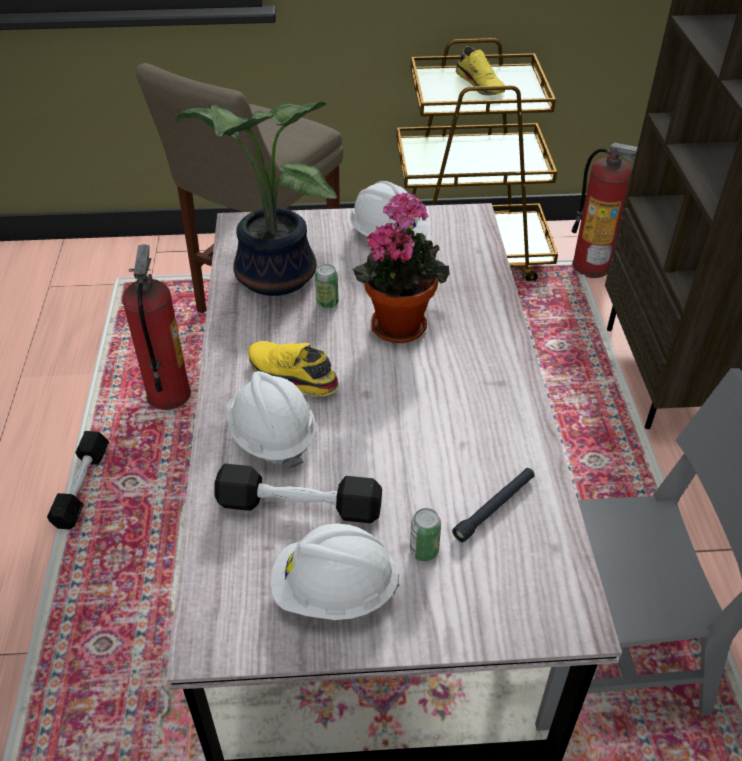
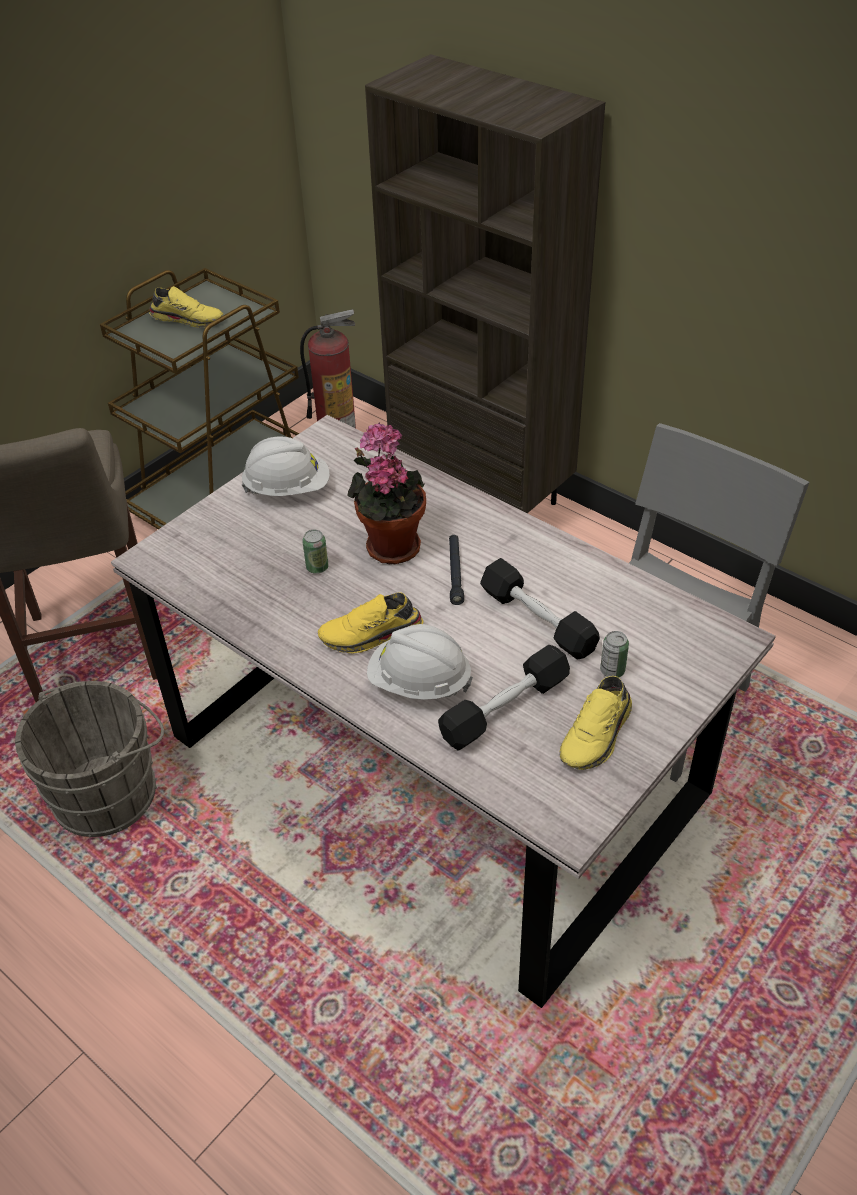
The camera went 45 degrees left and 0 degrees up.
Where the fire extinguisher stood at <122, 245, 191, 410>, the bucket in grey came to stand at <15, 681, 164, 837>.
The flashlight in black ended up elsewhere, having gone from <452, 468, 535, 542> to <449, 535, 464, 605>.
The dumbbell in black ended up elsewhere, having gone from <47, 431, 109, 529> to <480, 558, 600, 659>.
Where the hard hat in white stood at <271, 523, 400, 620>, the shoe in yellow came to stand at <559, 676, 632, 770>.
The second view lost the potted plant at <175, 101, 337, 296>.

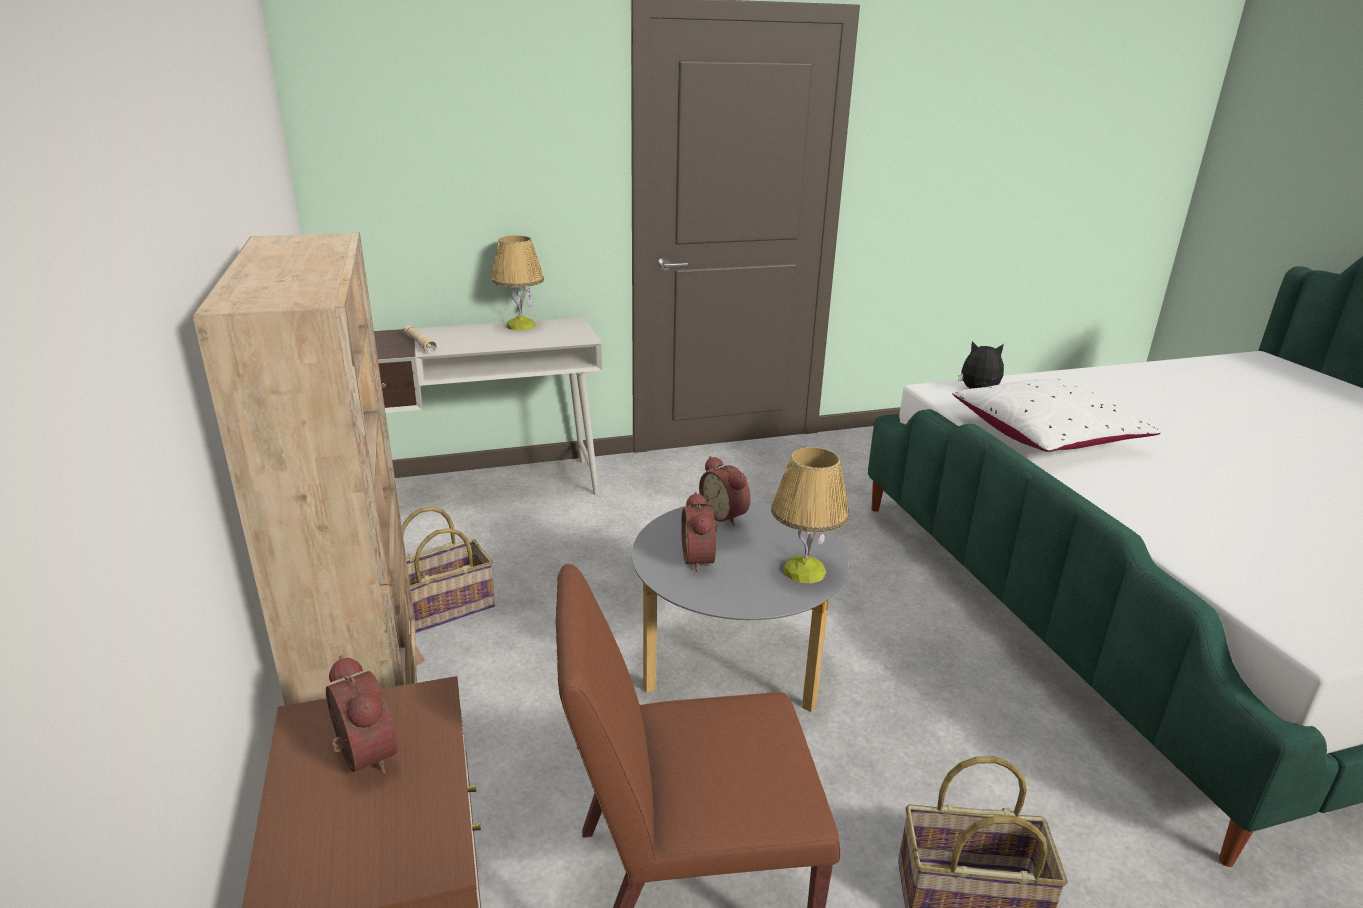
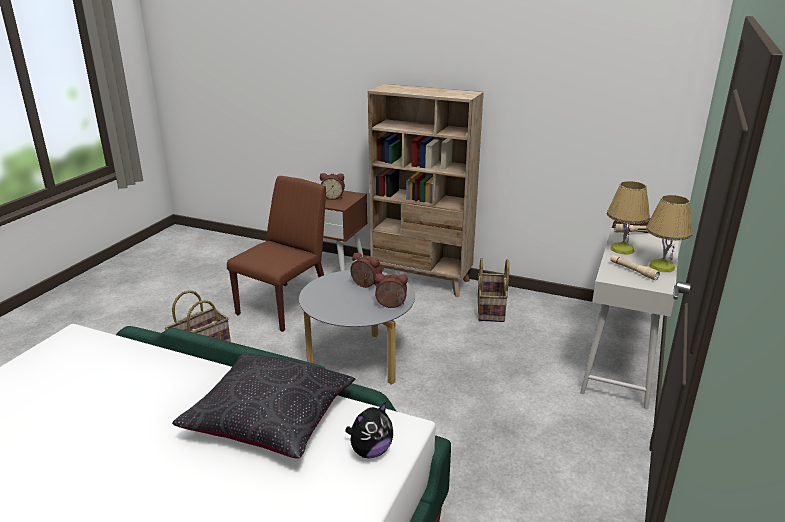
The camera went 130 degrees right and 0 degrees up.
What was the pillow in white at <952, 378, 1161, 452> turned into the pillow in black at <172, 353, 355, 459>.
The table lamp ended up elsewhere, having gone from <771, 447, 849, 583> to <607, 181, 650, 255>.
The second view gained the flashlight in beige at <610, 255, 660, 280>.

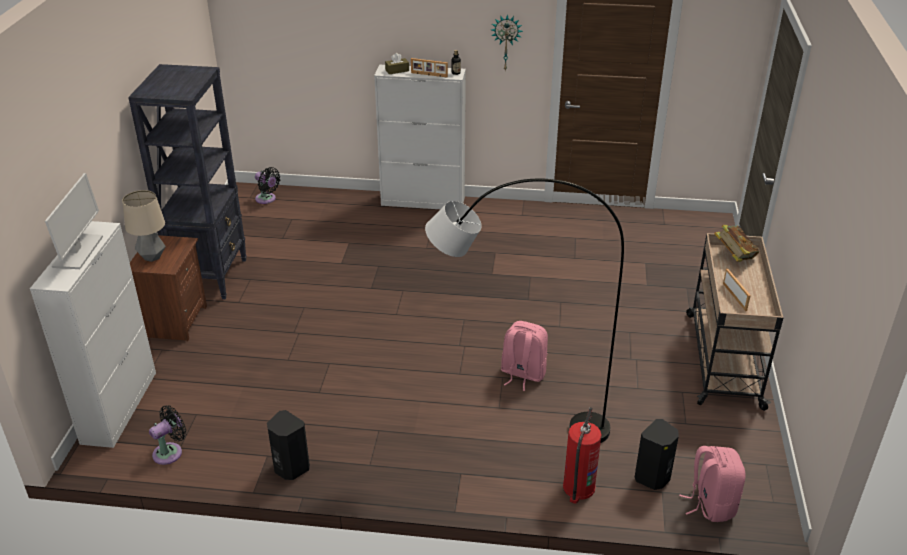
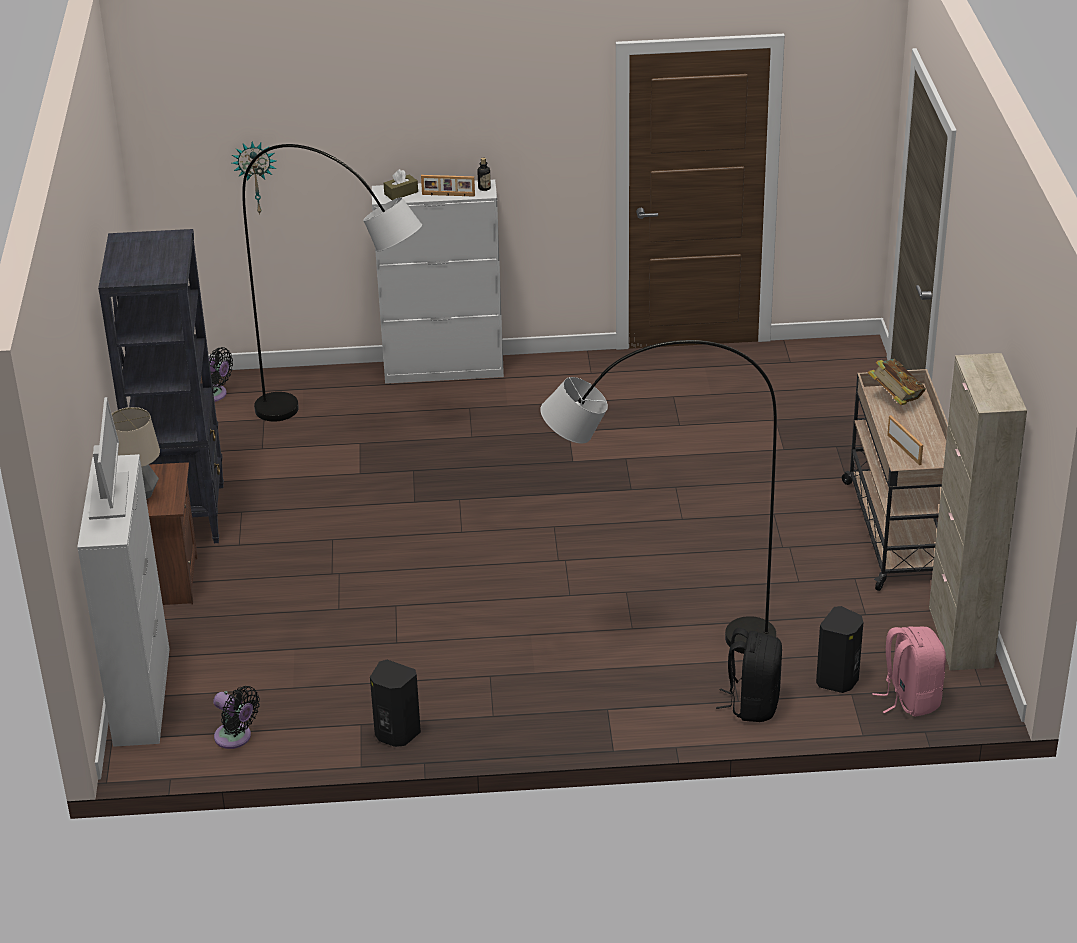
The camera went 10 degrees left and 0 degrees up.
The fan in black at <149, 405, 187, 465> ended up facing another way, 90 degrees clockwise from before.
The wall clock ended up elsewhere, having gone from <491, 14, 523, 70> to <232, 142, 276, 215>.
The second view gained the floor lamp in grey at <242, 144, 422, 422>.
Where the fire extinguisher stood at <563, 407, 602, 503>, the backpack in black came to stand at <716, 628, 782, 722>.
The second view gained the cabinet in beige at <929, 353, 1027, 670>.
The second view lost the backpack in pink at <501, 321, 548, 391>.

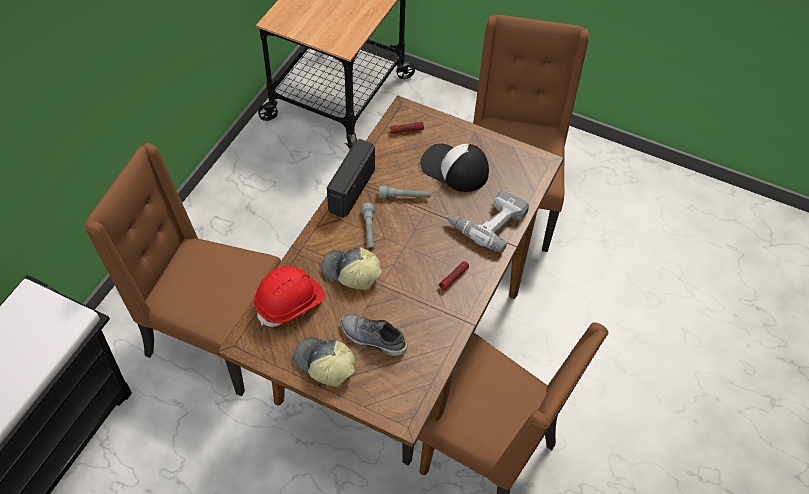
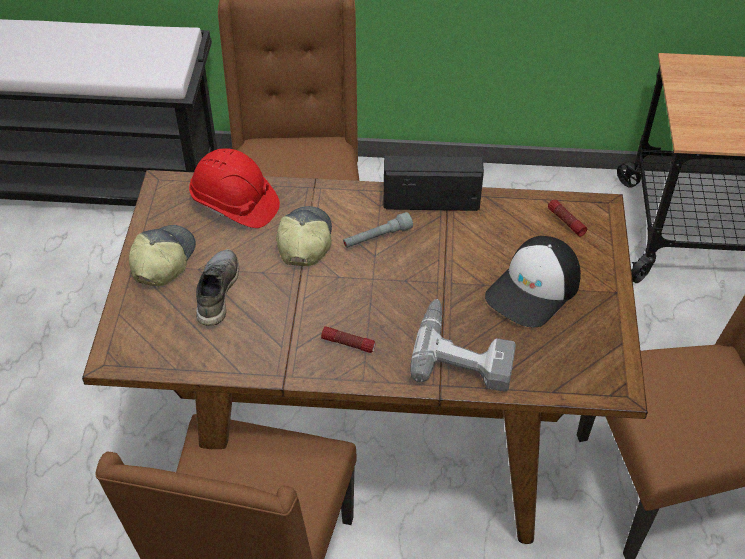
The camera went 70 degrees right and 5 degrees down.
The cap at <420, 143, 489, 192> ended up facing another way, 150 degrees counterclockwise from before.
The second view lost the flashlight in grey at <379, 185, 431, 198>.

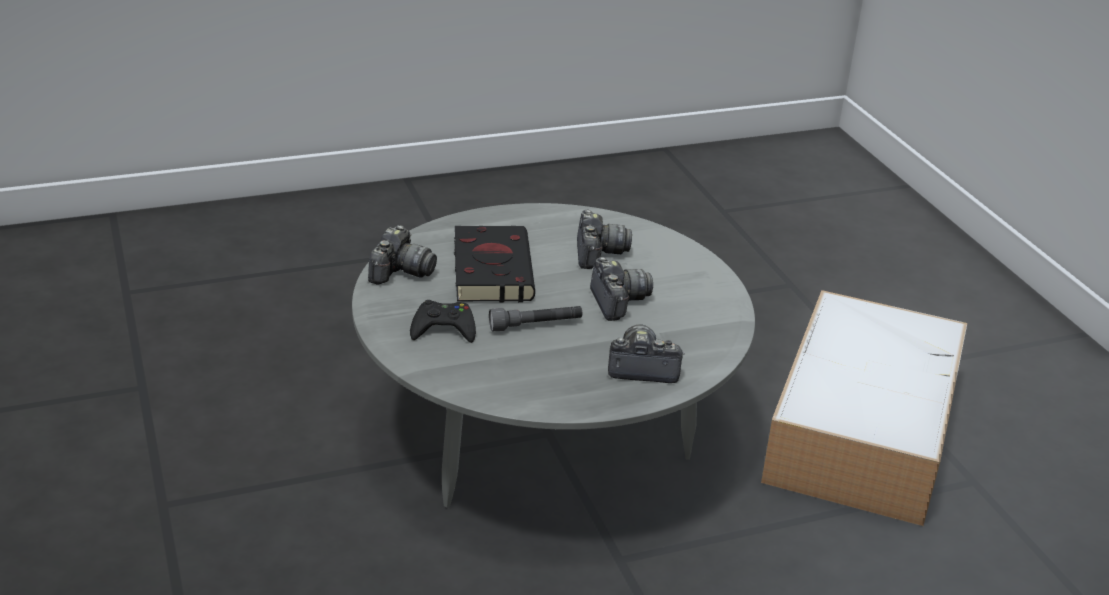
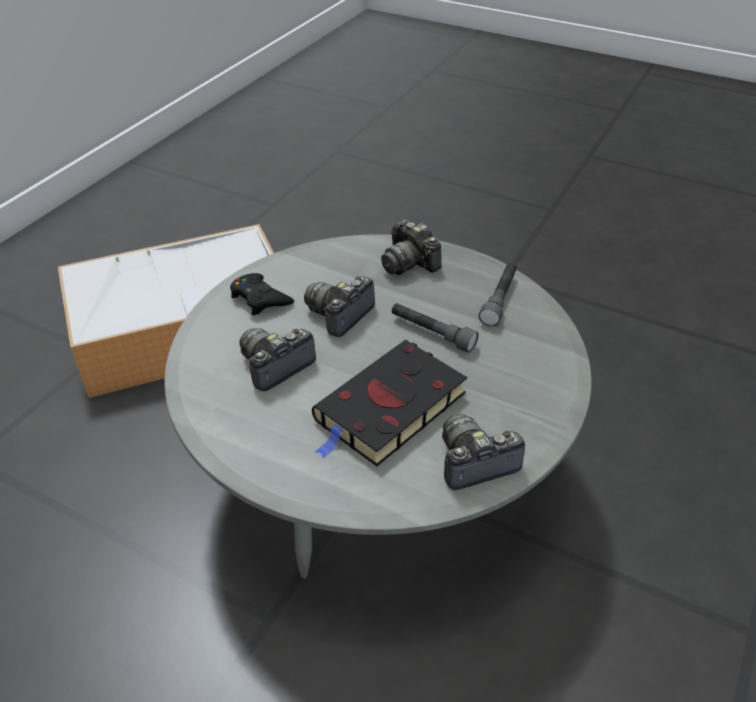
The camera went 130 degrees left and 10 degrees up.
The game controller in black ended up elsewhere, having gone from <410, 300, 476, 343> to <230, 273, 294, 316>.
The second view gained the flashlight in grey at <479, 263, 517, 326>.

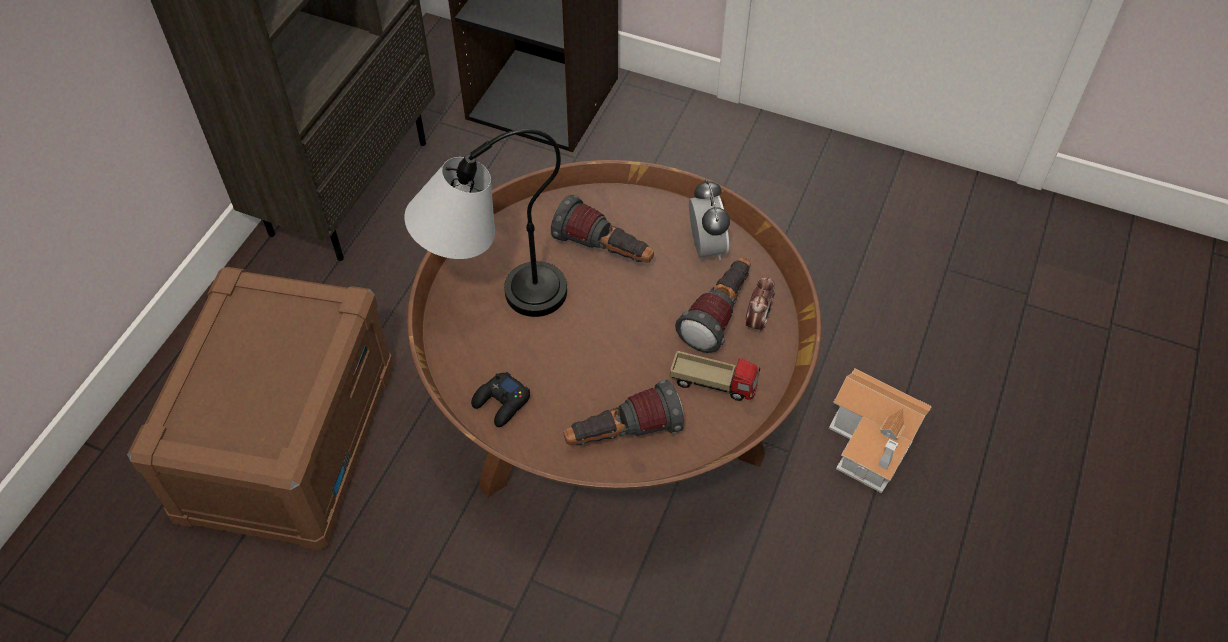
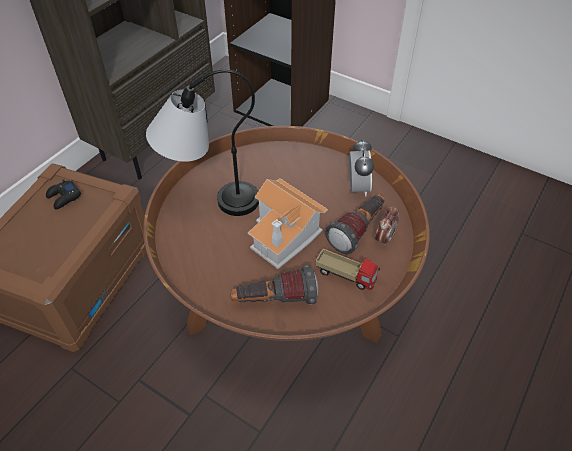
The camera went 10 degrees right and 5 degrees down.
The game controller in black ended up elsewhere, having gone from <471, 372, 530, 427> to <46, 179, 81, 210>.
The toy house ended up elsewhere, having gone from <829, 368, 932, 493> to <248, 178, 328, 269>.
The second view lost the flashlight at <551, 195, 654, 263>.

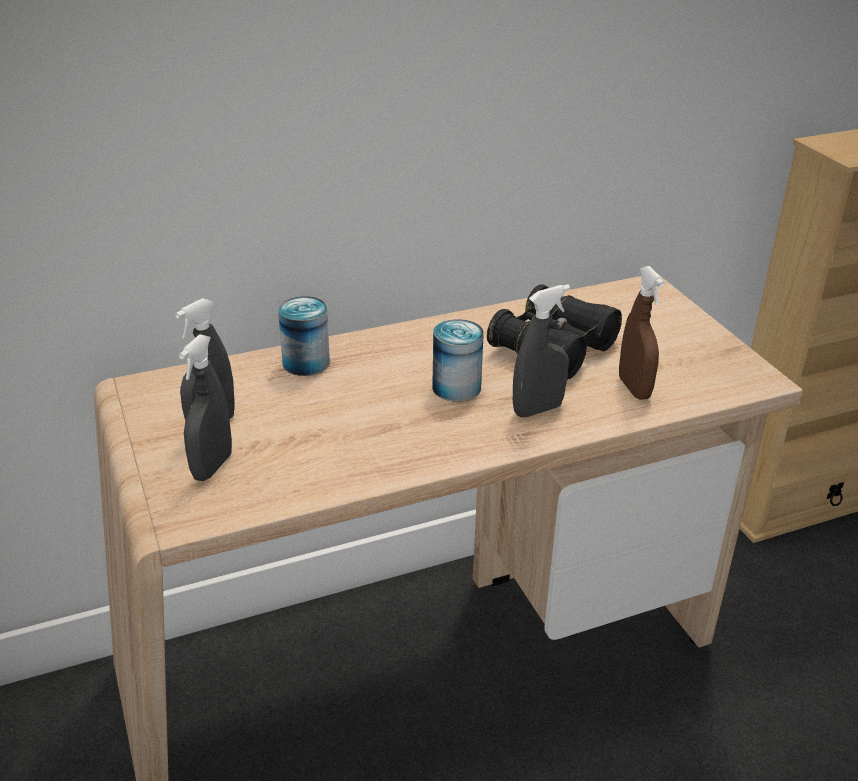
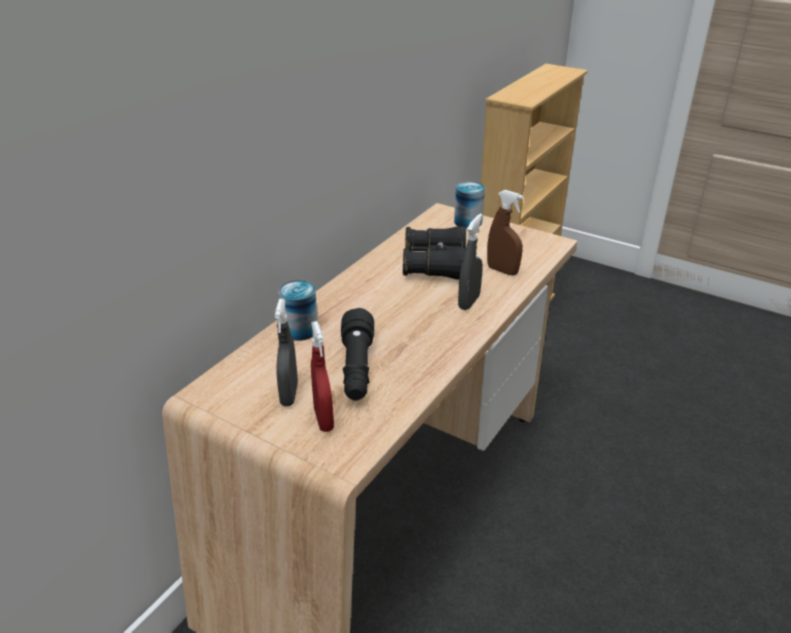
The camera went 35 degrees left and 0 degrees up.
What was the spray bottle in grey at <179, 334, 232, 481> turned into the spray bottle in red at <311, 321, 334, 432>.
The second view gained the flashlight in black at <341, 308, 374, 401>.
The can ended up elsewhere, having gone from <432, 319, 484, 402> to <454, 182, 485, 229>.

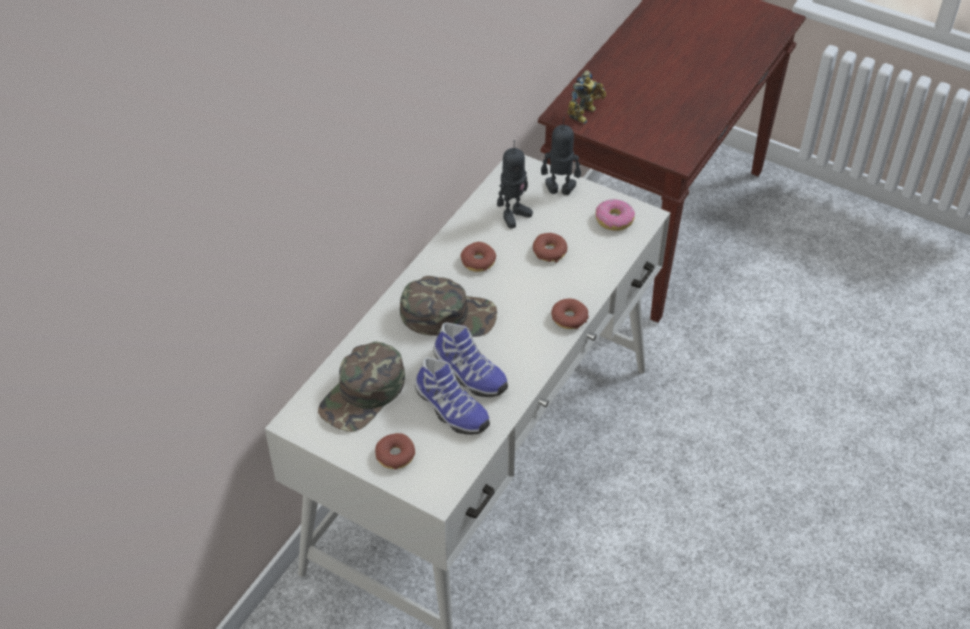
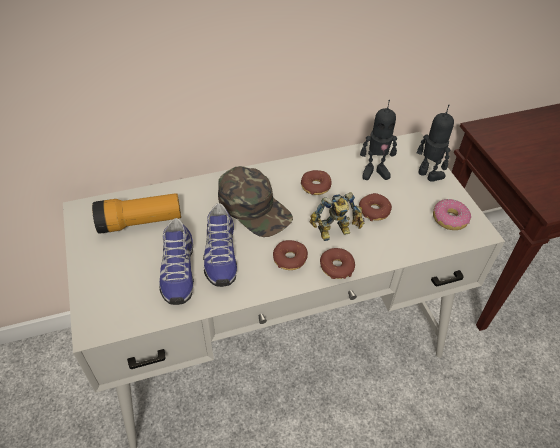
The camera went 40 degrees right and 0 degrees up.
Where the cap in green stood at <318, 341, 405, 432>, the flashlight came to stand at <92, 193, 181, 234>.
The donut ended up elsewhere, having gone from <375, 433, 415, 470> to <273, 240, 308, 270>.
The toy robot ended up elsewhere, having gone from <567, 70, 606, 124> to <310, 192, 364, 241>.

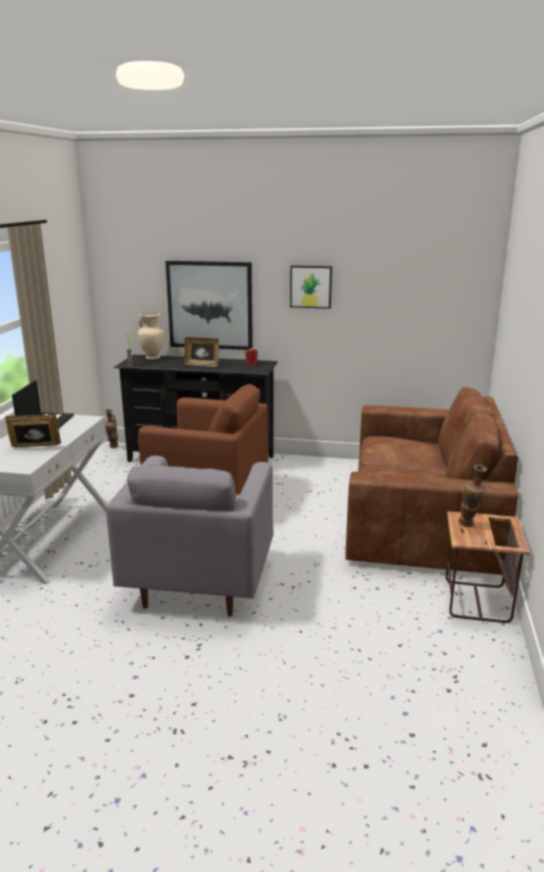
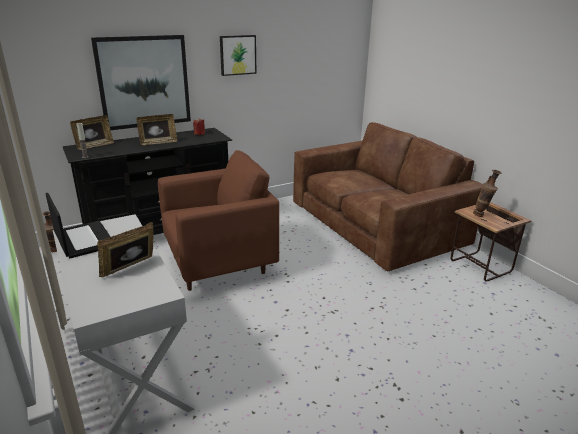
The camera went 40 degrees left and 5 degrees up.
Where the vase in beige stood at <138, 313, 165, 360>, the picture frame came to stand at <70, 115, 114, 150>.
The second view lost the armchair in grey at <106, 456, 274, 617>.

